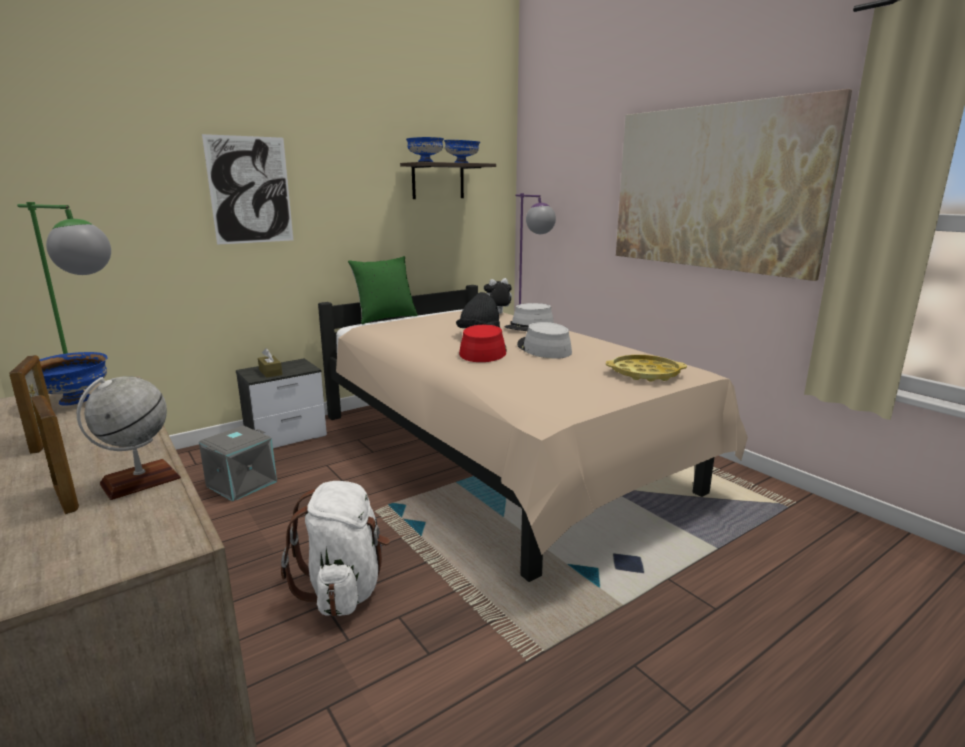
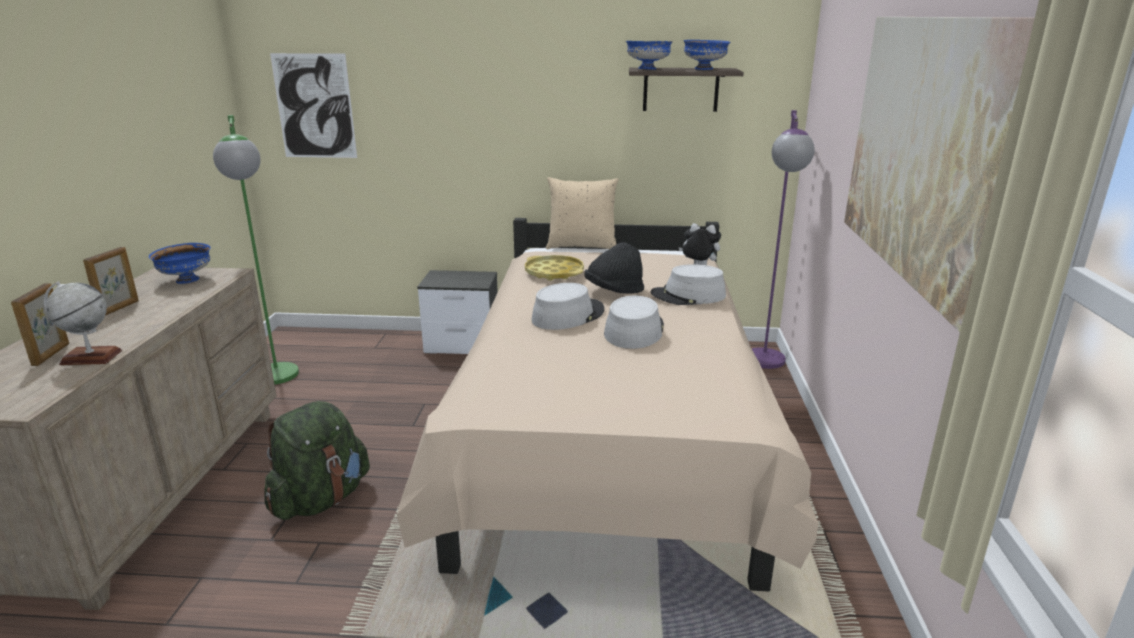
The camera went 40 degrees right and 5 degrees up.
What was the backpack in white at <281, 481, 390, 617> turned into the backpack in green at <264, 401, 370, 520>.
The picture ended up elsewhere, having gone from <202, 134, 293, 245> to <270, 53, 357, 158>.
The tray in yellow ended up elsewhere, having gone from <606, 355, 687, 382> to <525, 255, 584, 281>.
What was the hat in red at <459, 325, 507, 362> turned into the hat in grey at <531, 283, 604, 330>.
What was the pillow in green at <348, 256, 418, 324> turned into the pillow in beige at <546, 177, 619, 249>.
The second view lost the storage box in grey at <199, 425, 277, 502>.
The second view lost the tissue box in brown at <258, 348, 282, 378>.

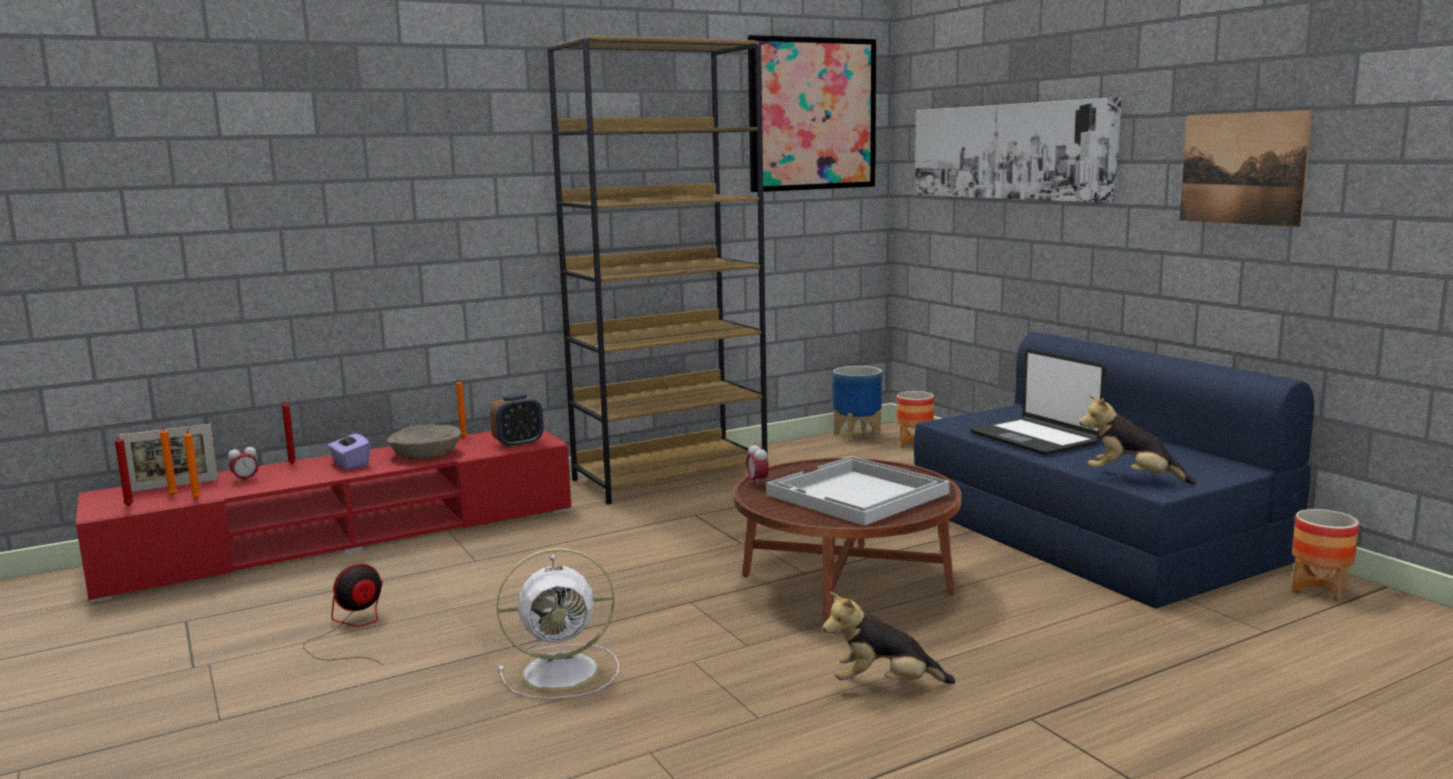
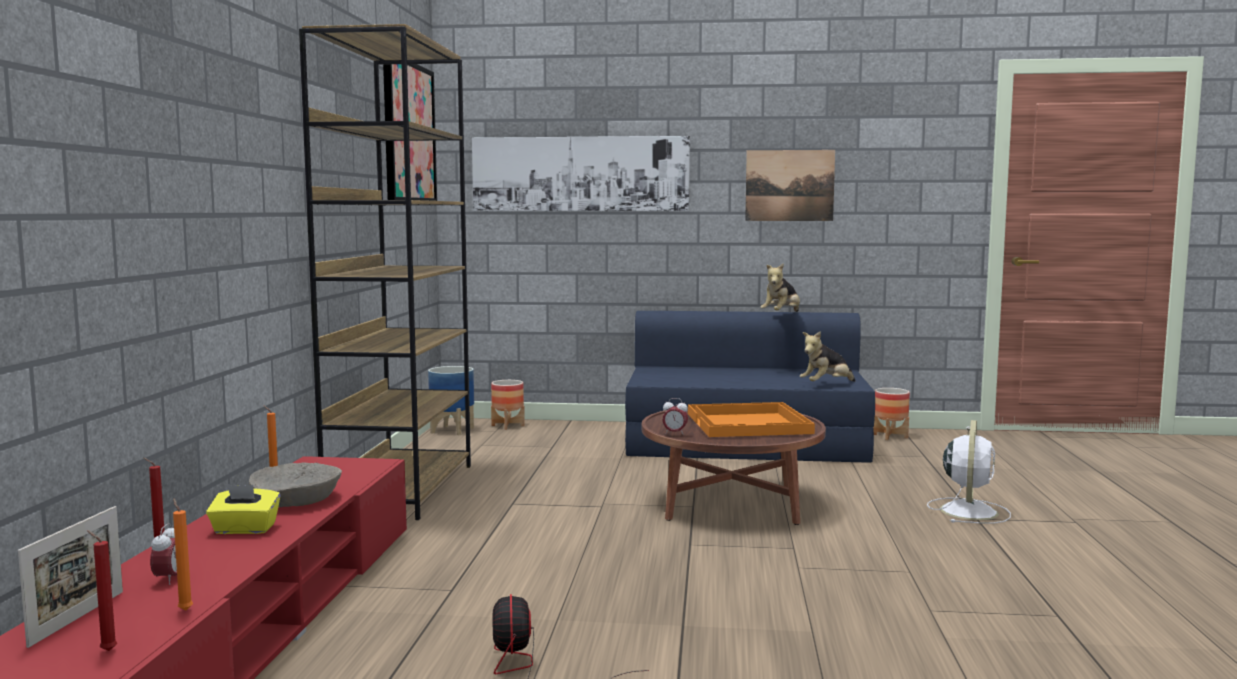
The camera went 55 degrees left and 5 degrees down.
What was the tissue box in purple at <328, 430, 370, 470> turned into the tissue box in yellow at <206, 485, 280, 534>.
What was the tray in white at <766, 456, 950, 526> turned into the tray in orange at <688, 402, 815, 437>.
The plush toy ended up elsewhere, having gone from <823, 592, 955, 684> to <760, 263, 800, 312>.
The fan in white ended up elsewhere, having gone from <497, 547, 619, 699> to <927, 420, 1011, 524>.
The second view lost the candle in orange at <159, 423, 177, 495>.
The second view lost the alarm clock at <490, 393, 543, 448>.
The second view lost the laptop at <970, 349, 1106, 455>.

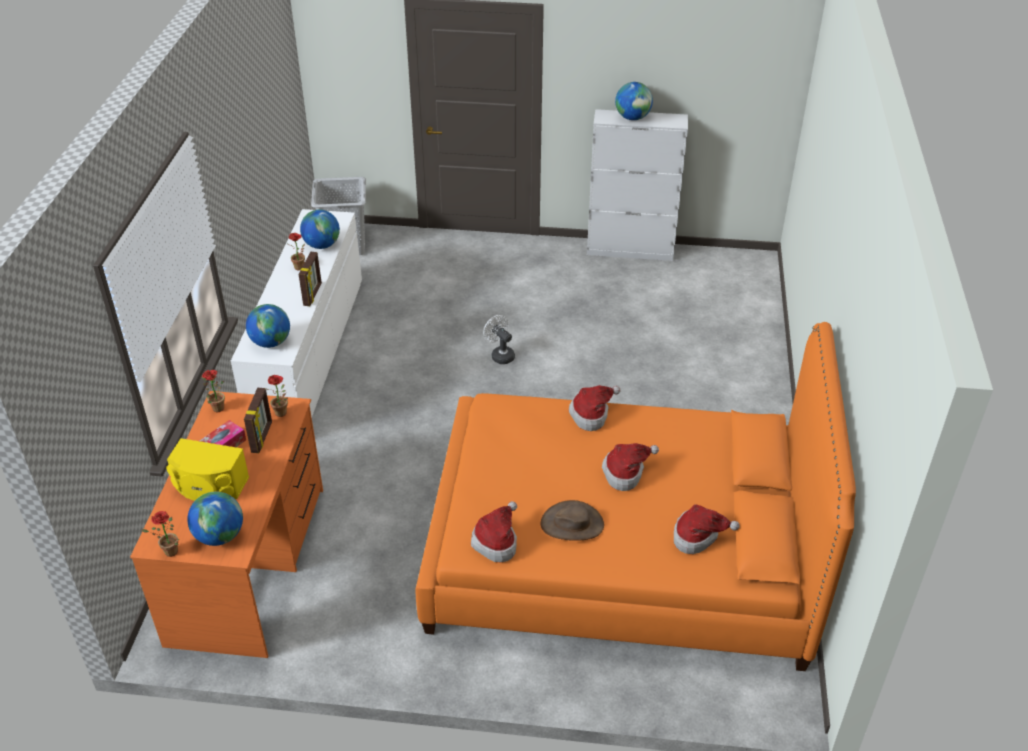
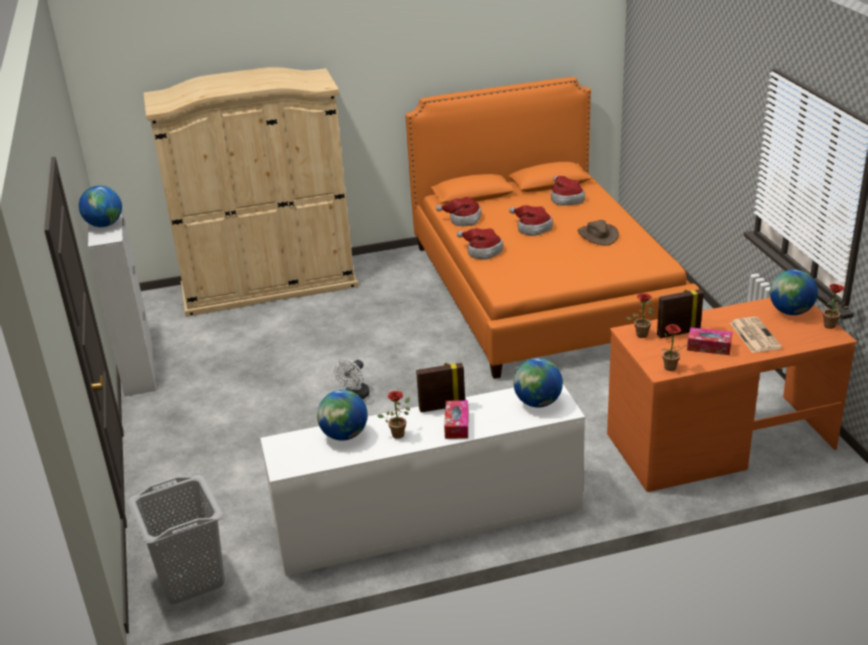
The camera went 110 degrees left and 10 degrees down.
The second view gained the wardrobe in beige at <143, 67, 358, 317>.
The hat ended up elsewhere, having gone from <471, 501, 517, 562> to <436, 197, 481, 226>.
The second view gained the tissue box at <444, 400, 468, 439>.
Where the speaker in yellow stood at <166, 438, 249, 501>, the newspaper came to stand at <730, 317, 782, 353>.

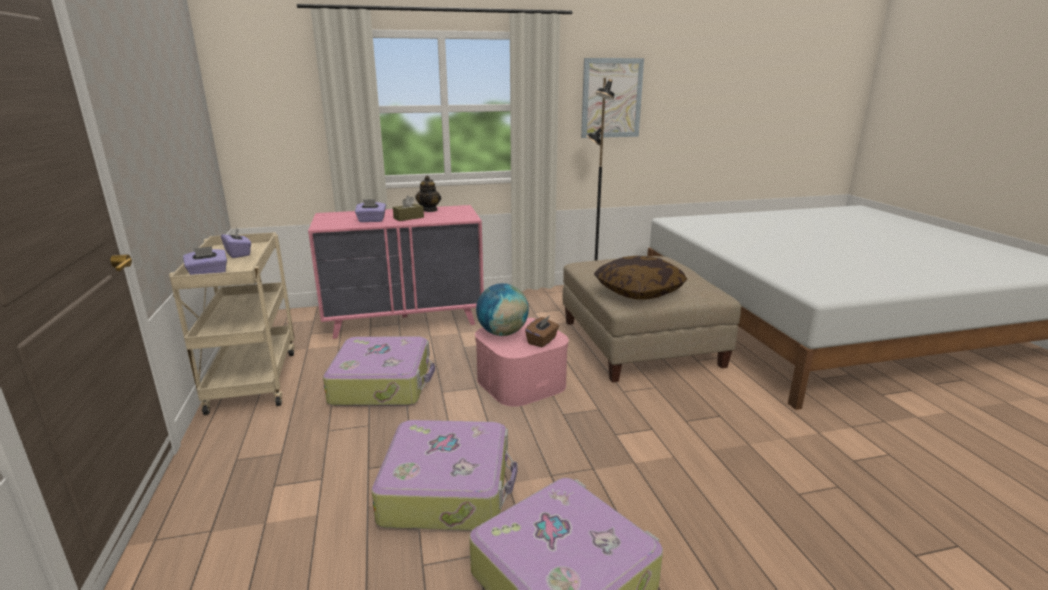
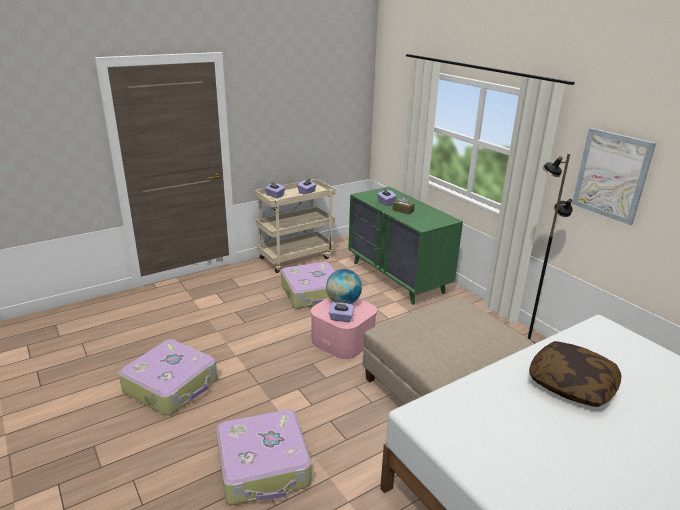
The camera went 70 degrees right and 5 degrees up.
The suitcase ended up elsewhere, having gone from <372, 420, 518, 531> to <216, 410, 312, 505>.
What was the tissue box in brown at <525, 316, 559, 347> turned into the tissue box in purple at <329, 302, 354, 322>.
What was the dresser in pink at <308, 205, 484, 339> turned into the dresser in green at <348, 187, 463, 305>.
The pillow ended up elsewhere, having gone from <594, 256, 687, 299> to <529, 341, 622, 407>.
The second view lost the teapot at <415, 176, 441, 212>.

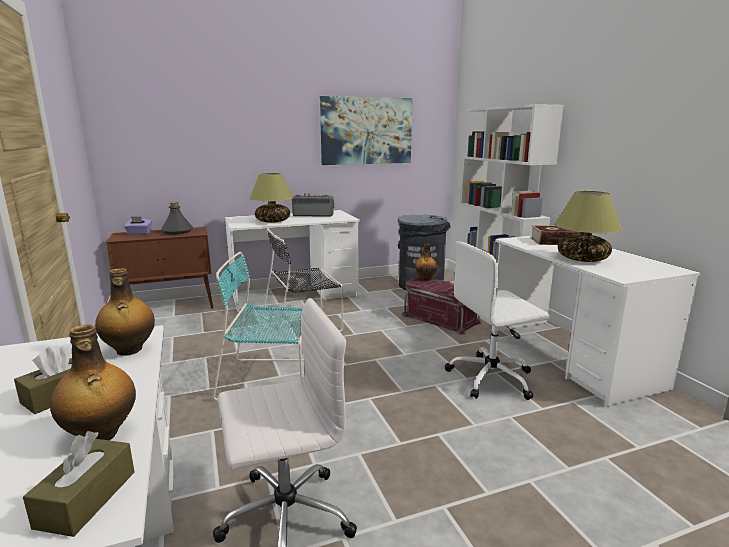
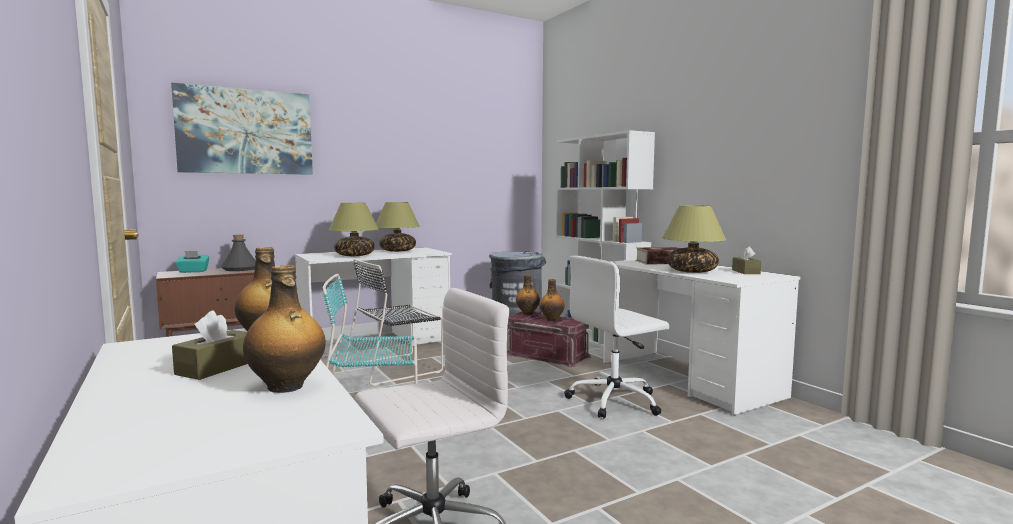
The camera went 10 degrees left and 10 degrees down.
The picture ended up elsewhere, having gone from <320, 96, 413, 165> to <171, 83, 313, 175>.
What was the tissue box in purple at <124, 216, 152, 235> turned into the tissue box in turquoise at <175, 251, 209, 273>.
Where the radio stood at <292, 193, 334, 217>, the table lamp came to stand at <376, 202, 420, 252>.
The second view gained the bottle at <539, 279, 565, 321>.
The tissue box in brown ended up elsewhere, having gone from <23, 431, 135, 537> to <732, 246, 761, 274>.

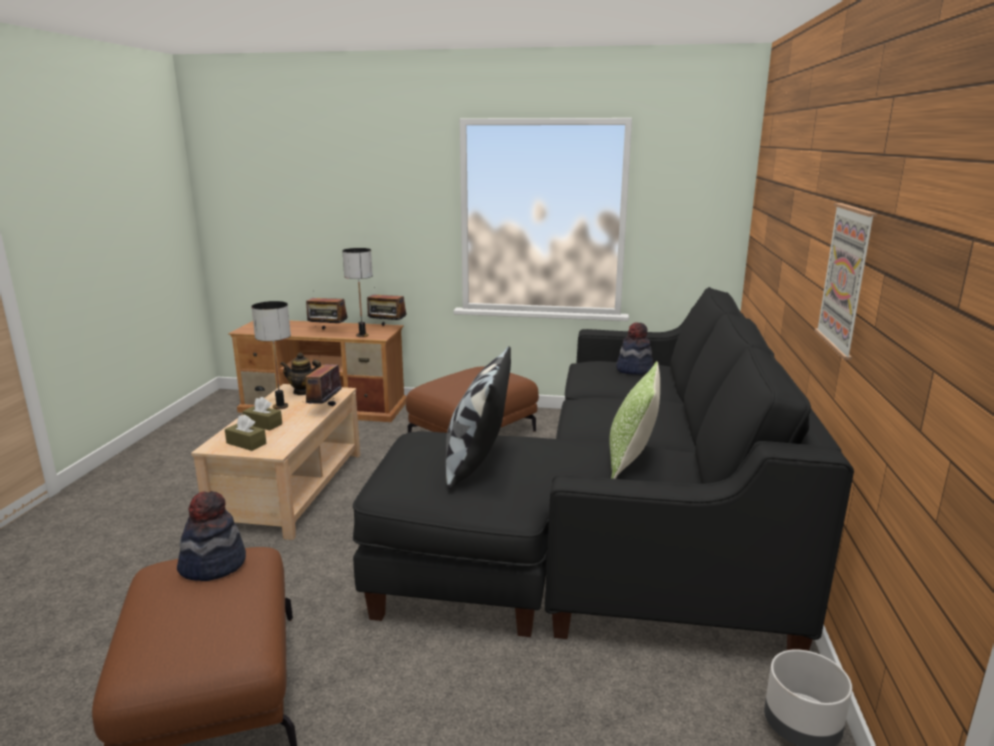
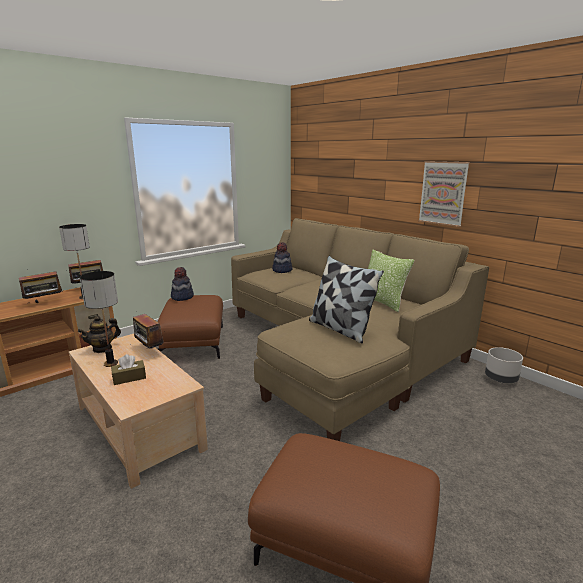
The camera went 50 degrees left and 0 degrees up.
The hat ended up elsewhere, having gone from <177, 491, 246, 581> to <171, 267, 194, 301>.
What was the sofa in black at <353, 287, 854, 651> turned into the sofa in beige at <231, 218, 489, 441>.
The second view lost the tissue box in brown at <225, 414, 266, 451>.

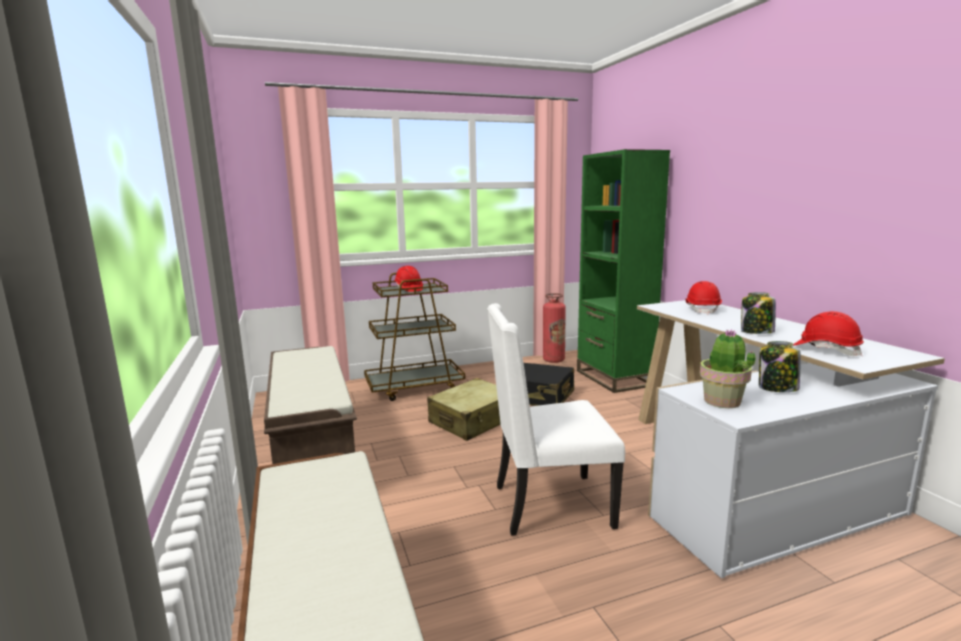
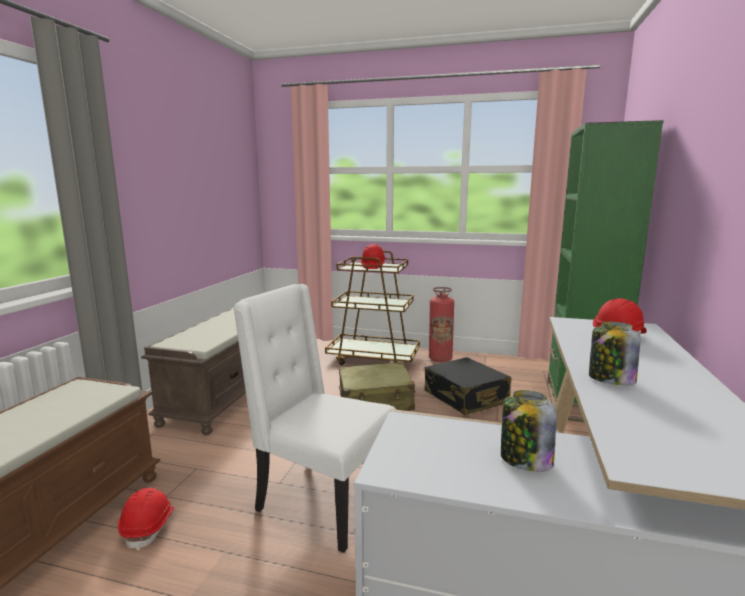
The camera went 35 degrees right and 0 degrees up.
The hard hat in red ended up elsewhere, having gone from <793, 311, 864, 356> to <118, 488, 174, 551>.
The fire extinguisher ended up elsewhere, having gone from <543, 293, 566, 363> to <429, 287, 454, 362>.
The second view lost the potted plant at <700, 329, 756, 408>.

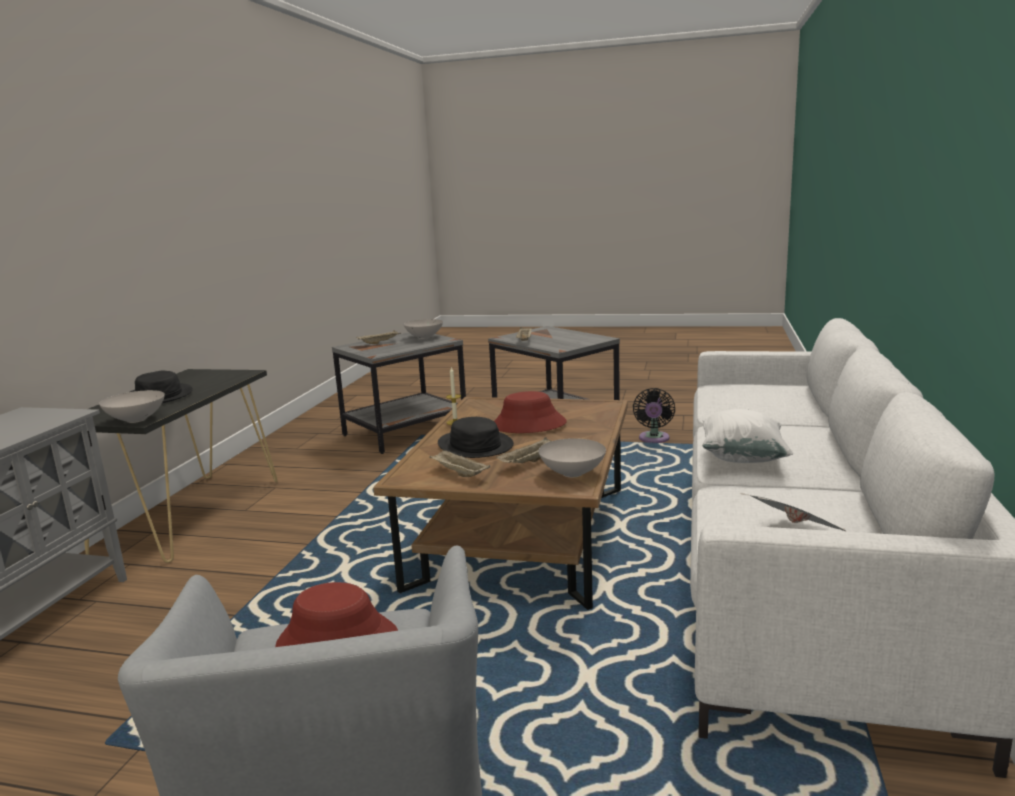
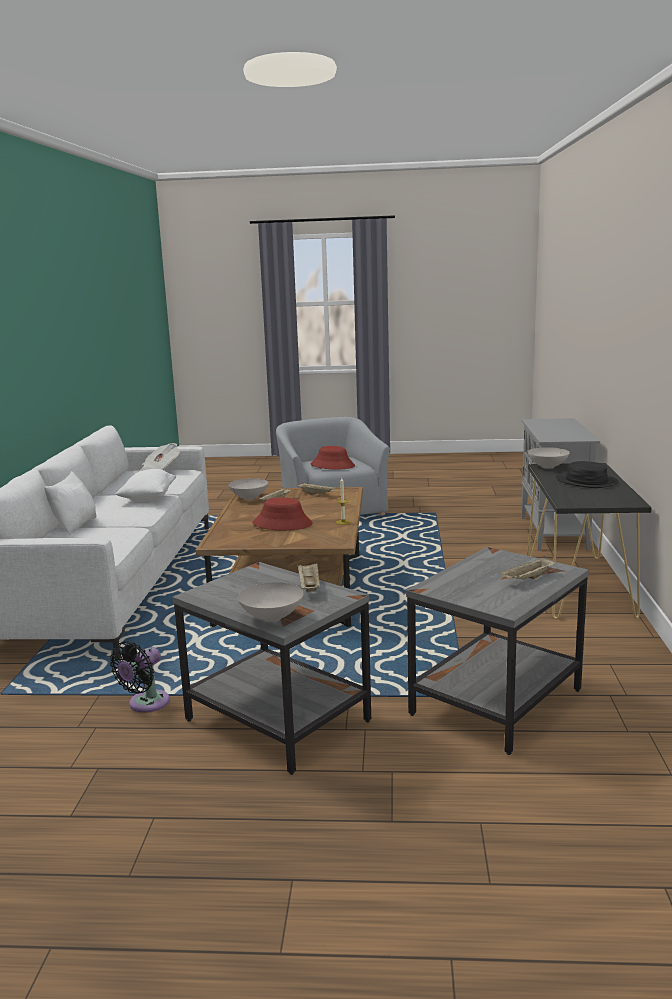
The camera went 170 degrees right and 0 degrees up.
The second view gained the pillow in white at <44, 471, 96, 534>.
The fan in black at <633, 388, 675, 443> ended up facing another way, 150 degrees counterclockwise from before.
The bowl in white ended up elsewhere, having gone from <403, 319, 443, 339> to <238, 582, 303, 622>.
The second view lost the hat in black at <438, 417, 514, 458>.

